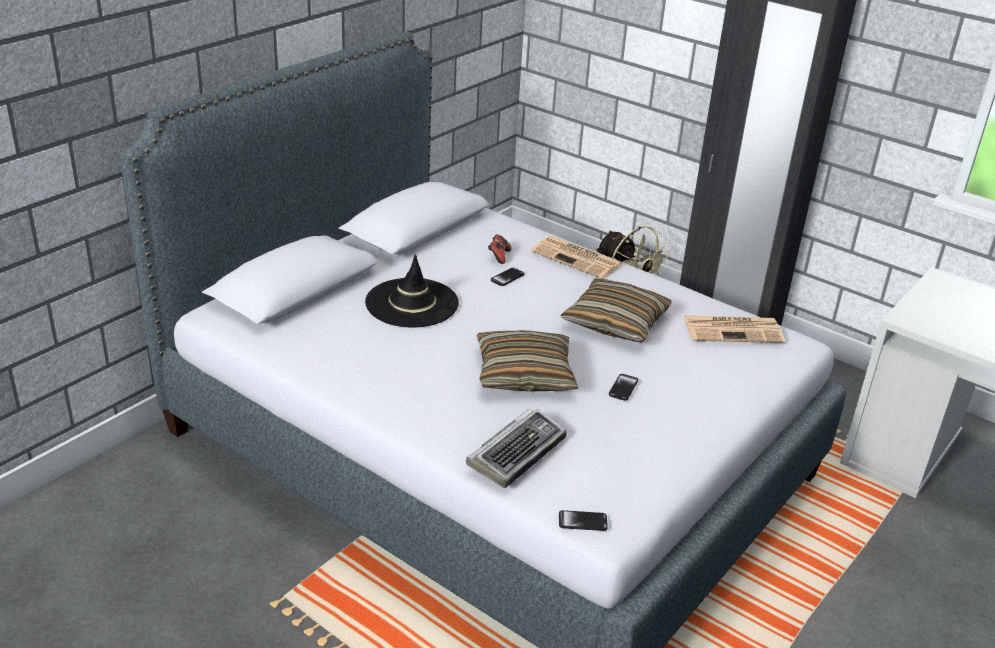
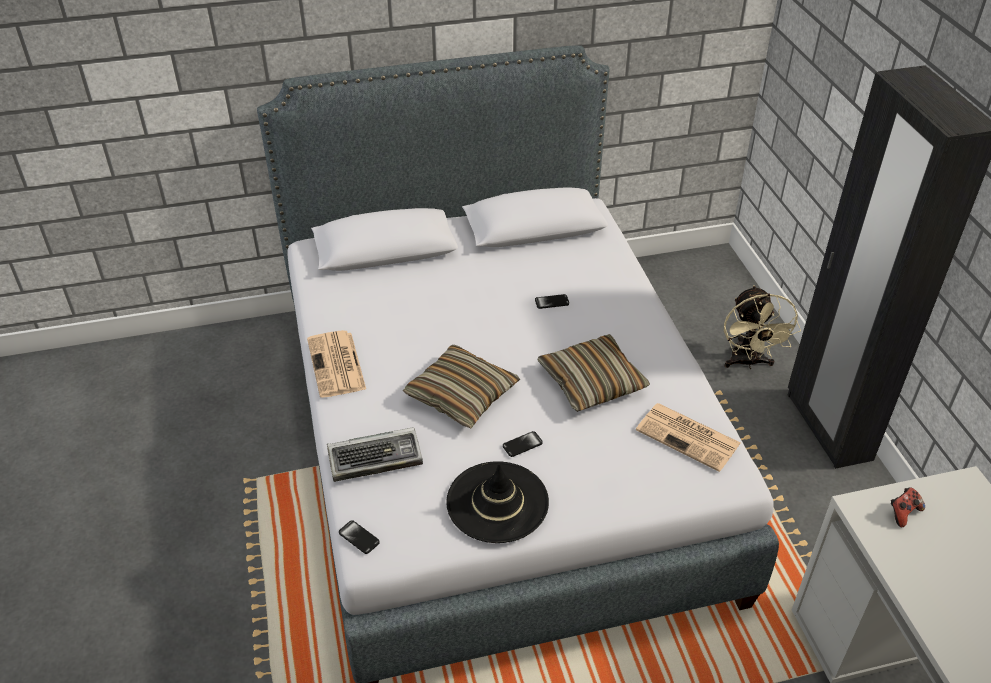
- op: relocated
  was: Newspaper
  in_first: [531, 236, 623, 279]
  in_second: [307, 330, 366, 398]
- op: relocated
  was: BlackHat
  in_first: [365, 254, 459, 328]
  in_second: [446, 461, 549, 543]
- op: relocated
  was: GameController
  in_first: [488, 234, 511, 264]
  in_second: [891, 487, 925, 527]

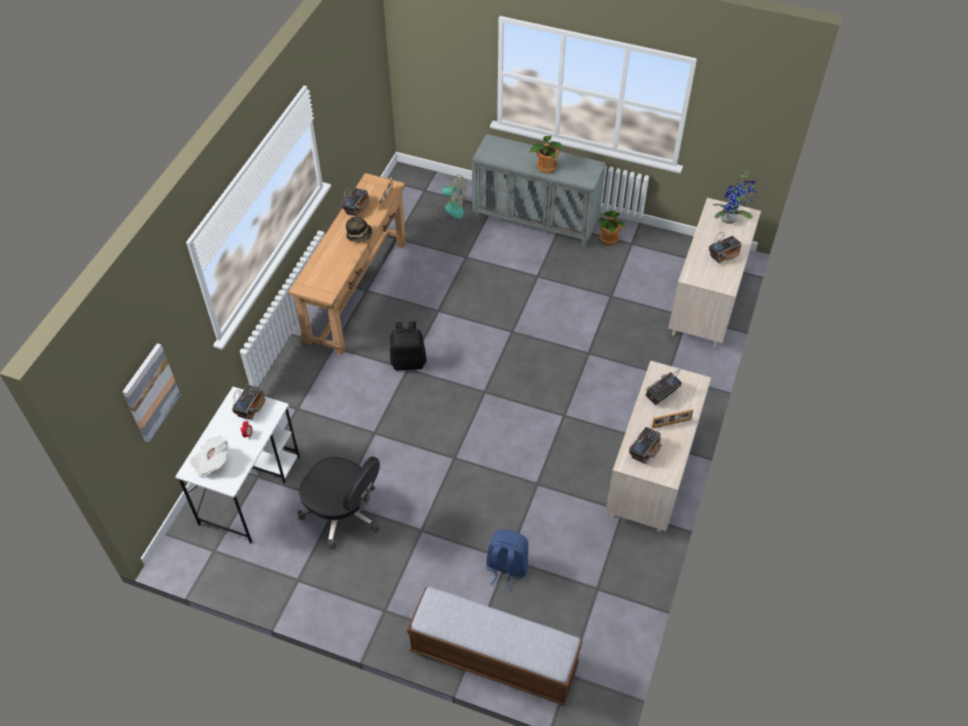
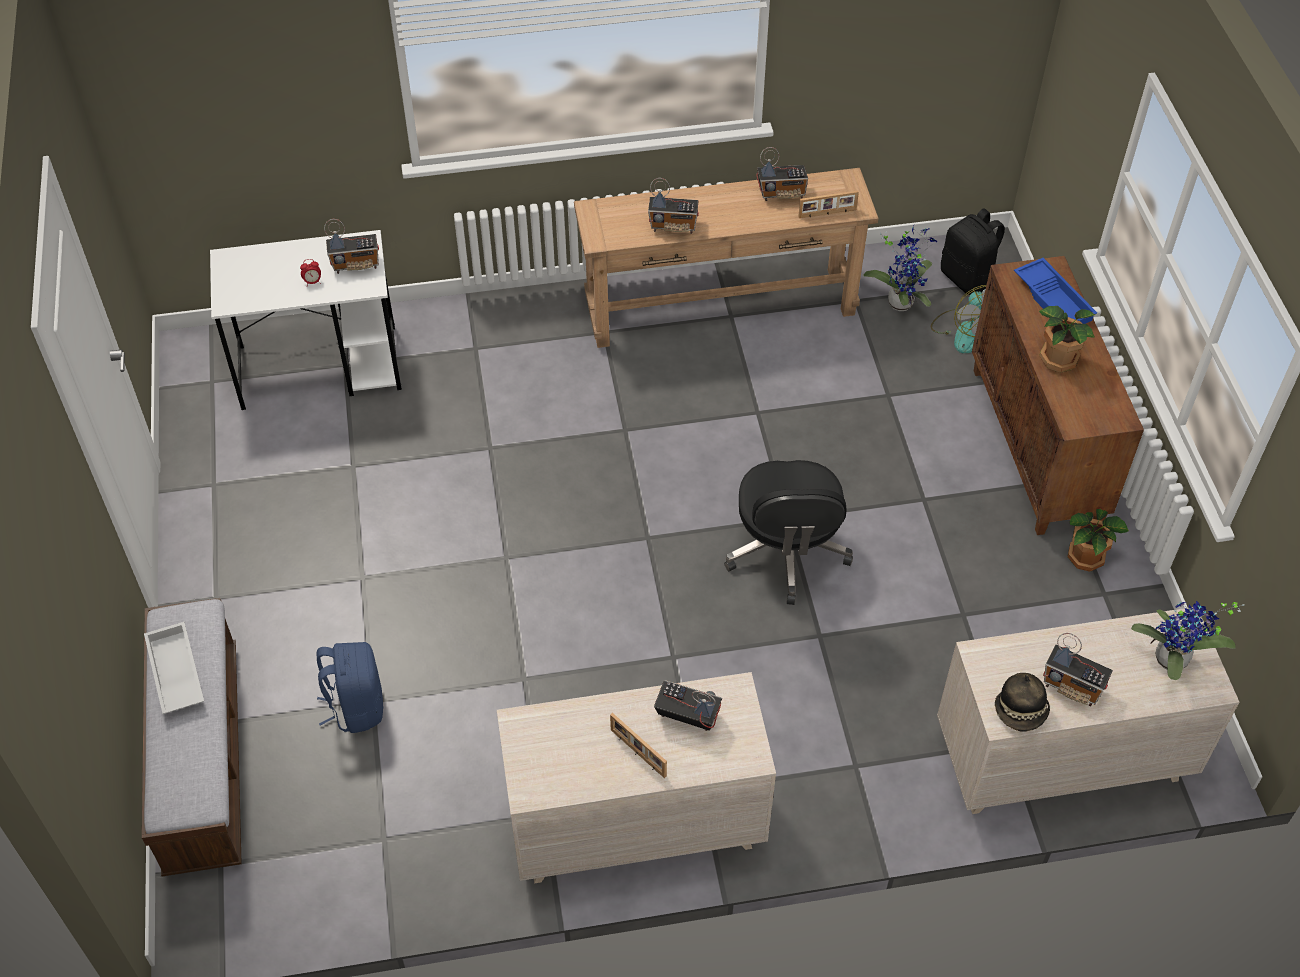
- op: appeared
  now: WhiteTray
  in_second: [144, 622, 204, 714]
- op: relocated
  was: Radio
  in_first: [629, 427, 662, 464]
  in_second: [648, 178, 699, 234]
- op: relocated
  was: BlackOfficeChair
  in_first: [297, 456, 380, 550]
  in_second: [724, 460, 853, 605]
- op: appeared
  now: PottedPlant
  in_second: [863, 224, 937, 311]
- op: relocated
  was: BlackBackpack
  in_first: [390, 321, 427, 370]
  in_second: [941, 208, 1005, 295]
- op: colour
  was: GreyCabinet
  now: BrownCabinet
  in_first: [472, 134, 606, 249]
  in_second: [972, 256, 1144, 535]
- op: relocated
  was: Hat
  in_first: [346, 217, 372, 242]
  in_second: [995, 673, 1050, 732]
- op: appeared
  now: BlueTray
  in_second: [1014, 258, 1097, 324]
- op: missing
  was: Picture
  in_first: [123, 343, 181, 442]
- op: missing
  was: Newspaper
  in_first: [190, 435, 230, 477]

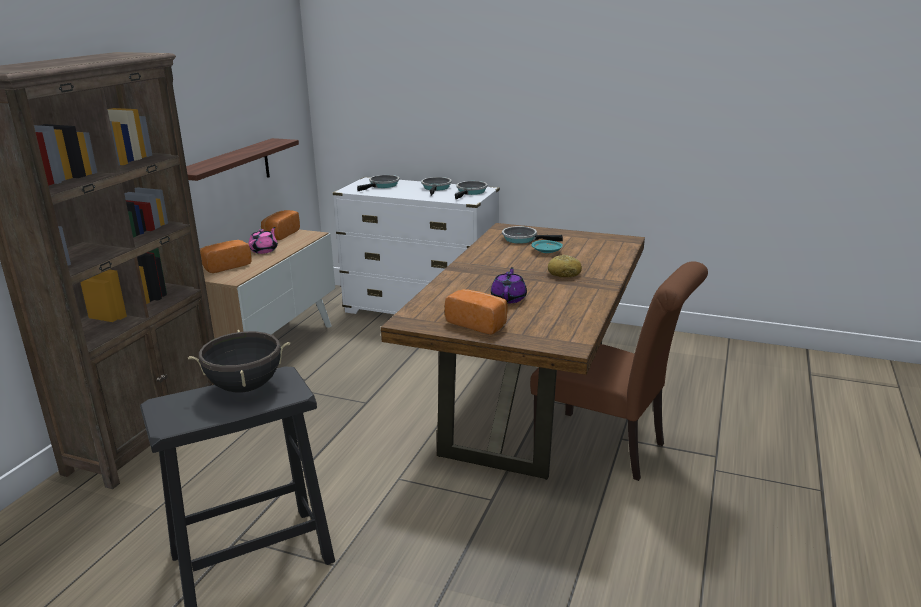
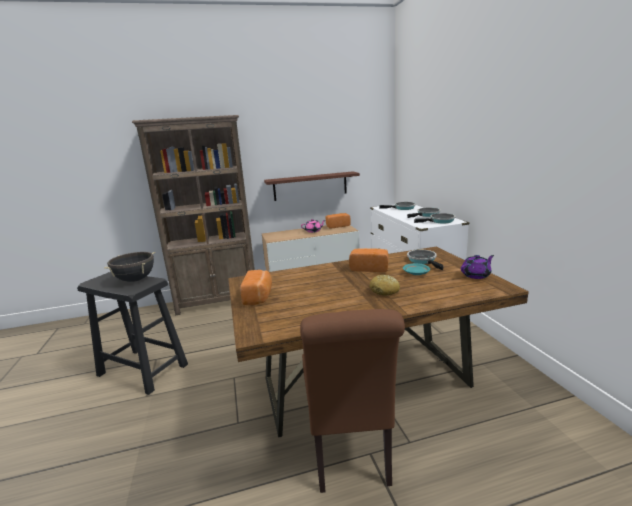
- op: relocated
  was: Bread
  in_first: [200, 240, 252, 273]
  in_second: [349, 248, 389, 272]
- op: relocated
  was: PurpleTeapot
  in_first: [491, 267, 527, 303]
  in_second: [461, 255, 494, 279]

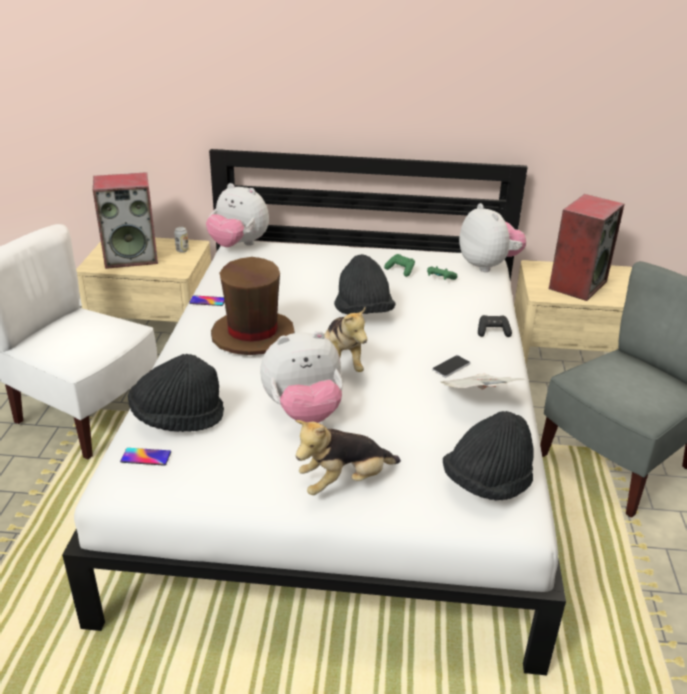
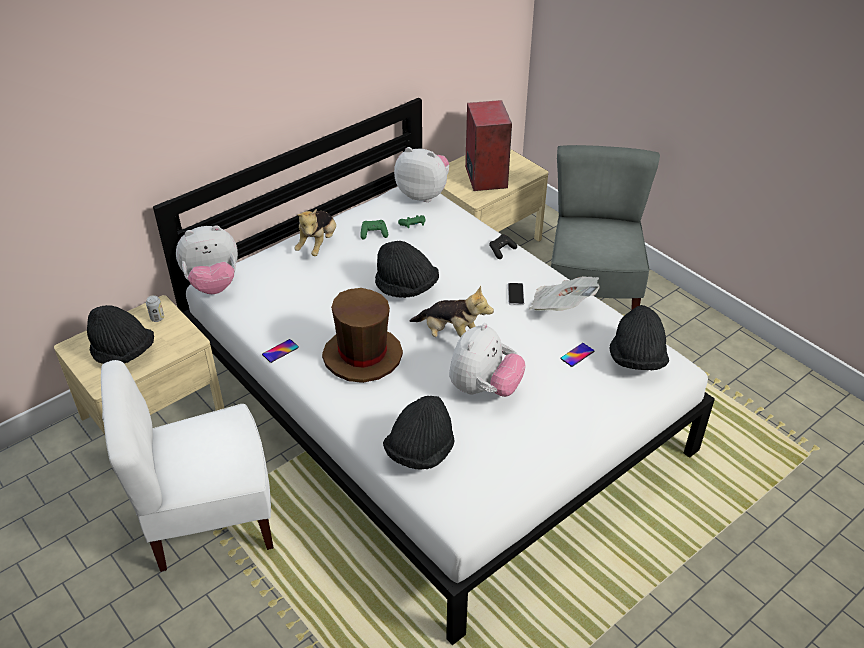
- op: exchanged
  was: Speaker
  now: BlackHat
  in_first: [93, 172, 158, 269]
  in_second: [87, 305, 154, 364]
- op: relocated
  was: PlushToy
  in_first: [296, 420, 401, 495]
  in_second: [294, 209, 336, 256]
- op: relocated
  was: Phone
  in_first: [120, 448, 171, 466]
  in_second: [560, 343, 594, 367]

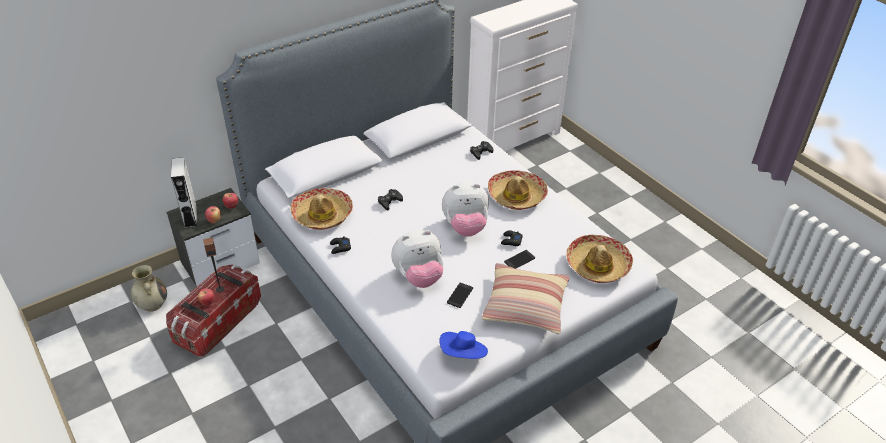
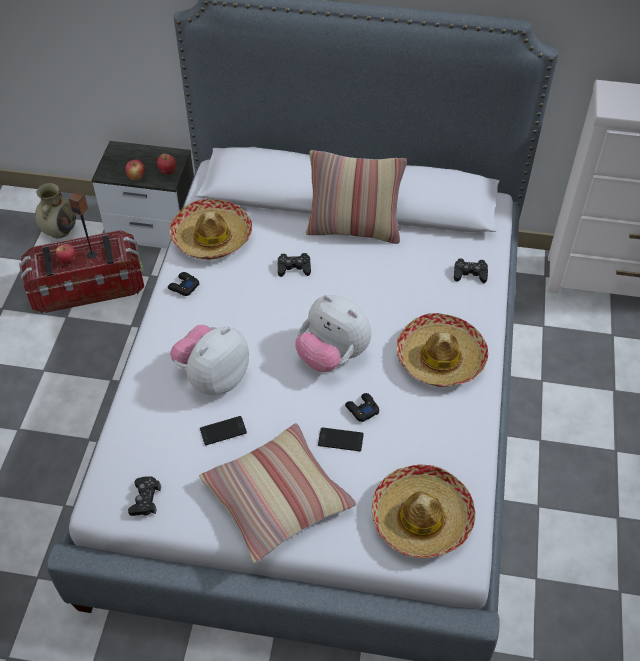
- op: exchanged
  was: BlueHat
  now: BlackGameController
  in_first: [439, 331, 488, 359]
  in_second: [128, 476, 161, 516]
- op: spun
  was: PlushToy
  in_first: [391, 230, 443, 288]
  in_second: [170, 325, 249, 395]
  clockwise: 105
- op: appeared
  now: Pillow
  in_second: [306, 150, 407, 244]
- op: missing
  was: GreySpeaker
  in_first: [171, 157, 197, 228]

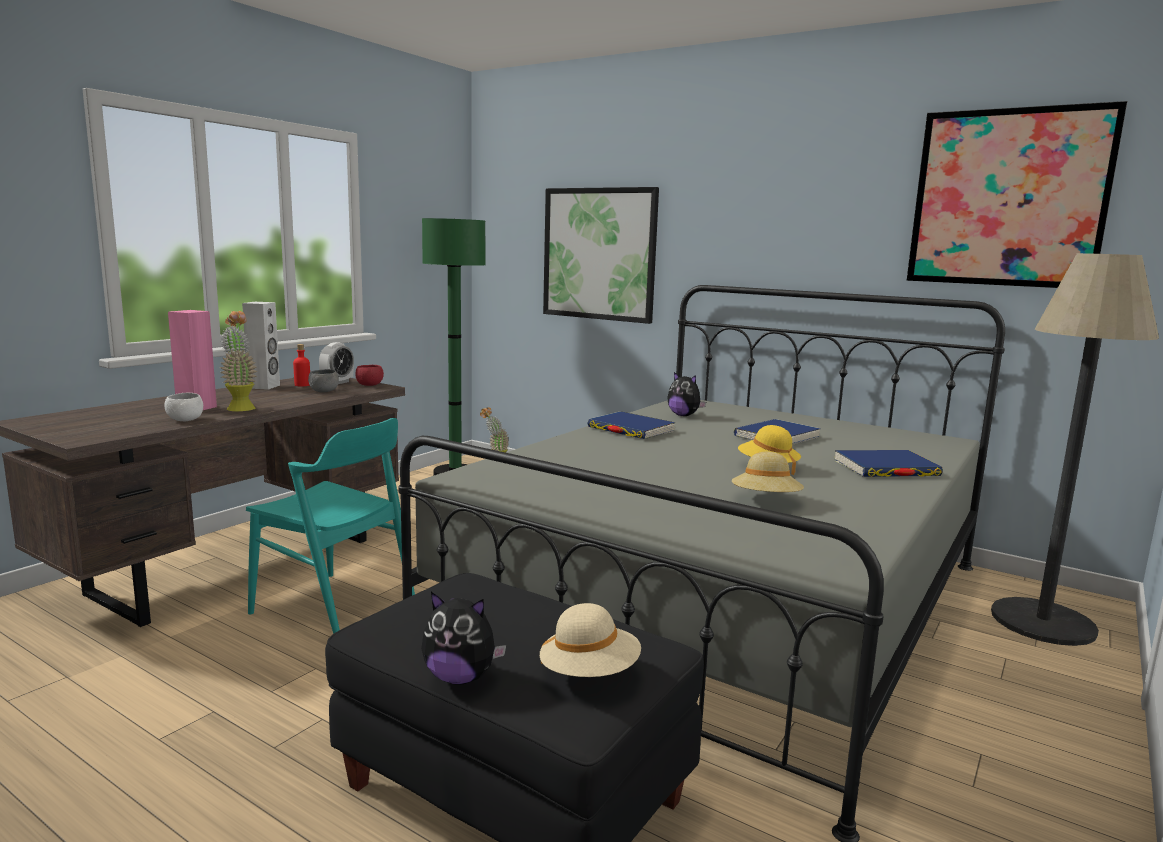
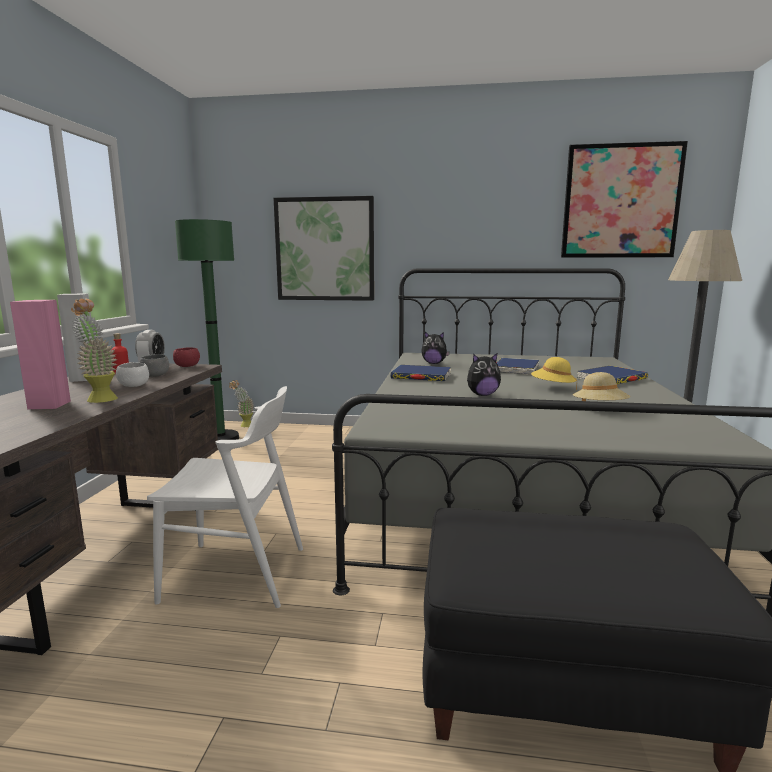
- op: relocated
  was: WhiteBowl
  in_first: [164, 393, 203, 421]
  in_second: [116, 362, 149, 387]
- op: colour
  was: TurquoiseChair
  now: WhiteChair
  in_first: [246, 418, 415, 634]
  in_second: [147, 386, 303, 608]
- op: relocated
  was: PlushToy
  in_first: [421, 592, 506, 685]
  in_second: [467, 353, 501, 396]
- op: missing
  was: BeigeHat
  in_first: [540, 603, 641, 677]

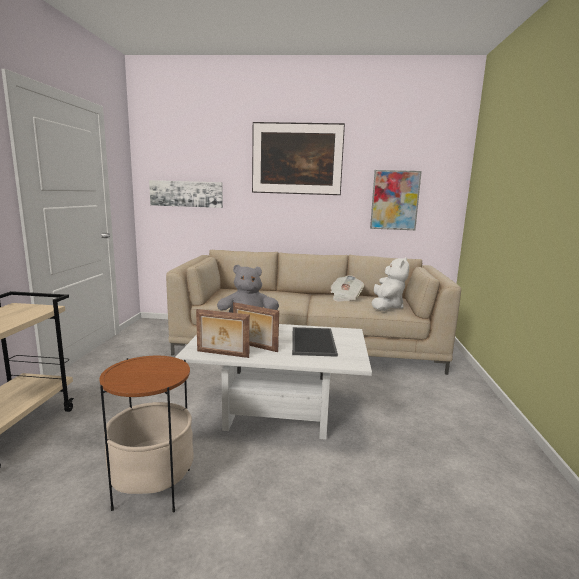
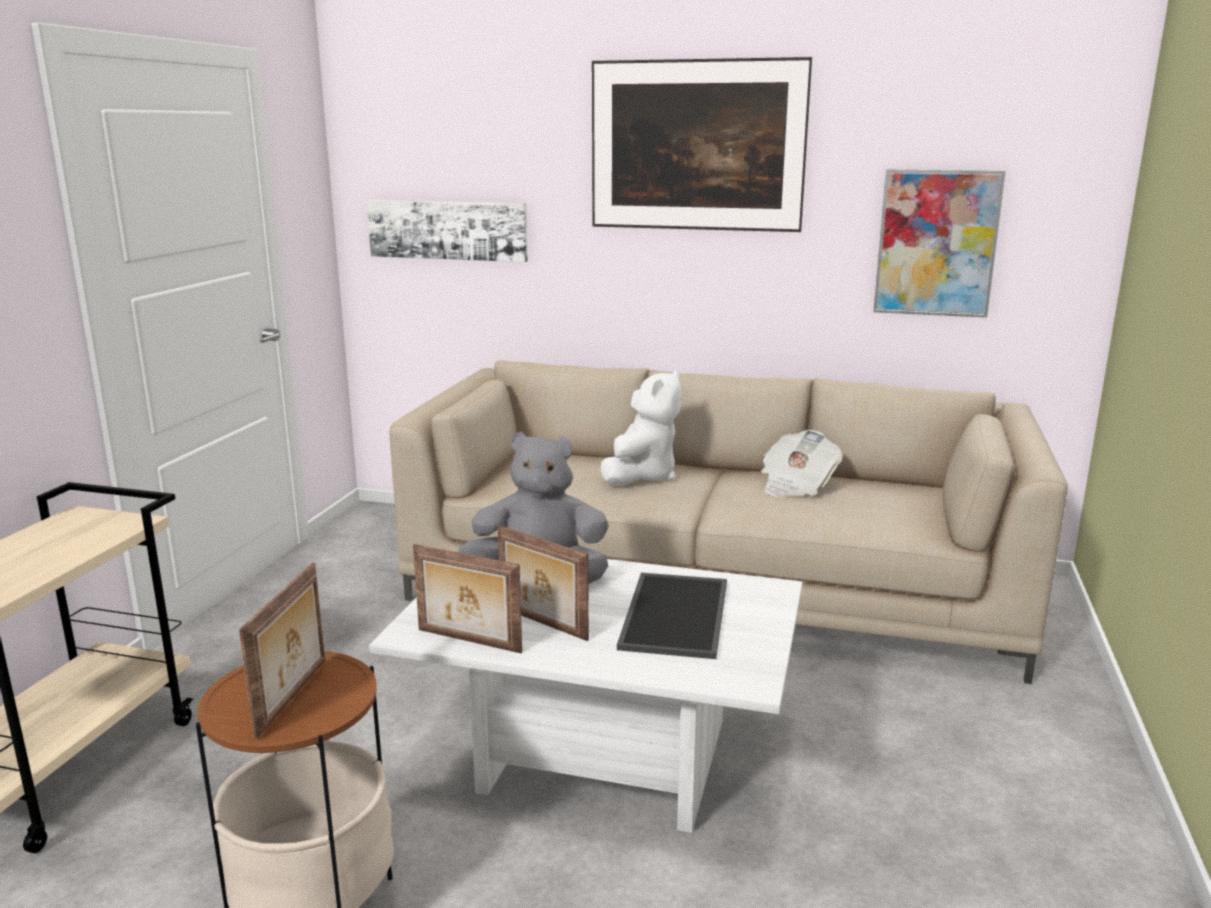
- op: appeared
  now: PictureFrame
  in_second: [239, 563, 325, 739]
- op: relocated
  was: WhitePlushToy
  in_first: [372, 257, 409, 311]
  in_second: [600, 370, 681, 486]

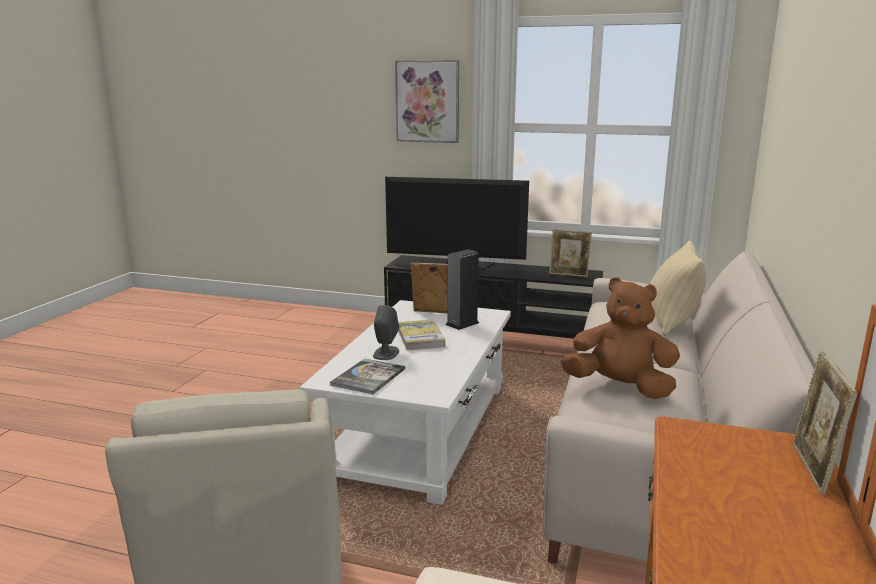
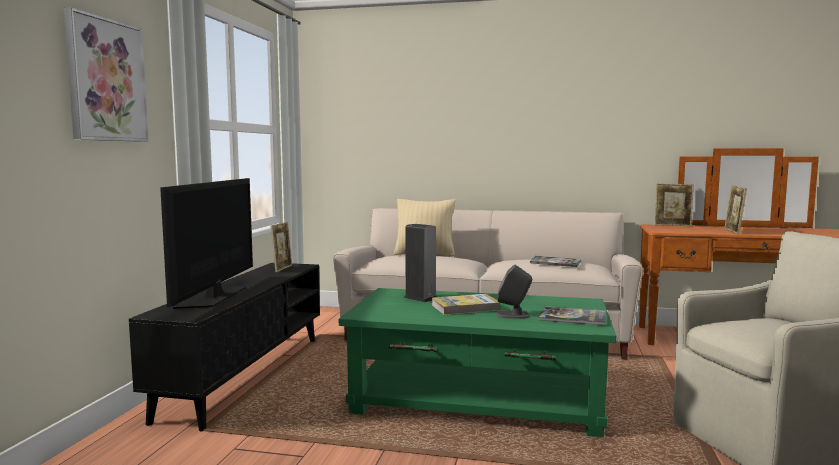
- op: colour
  was: WhiteCoffeeTable
  now: GreenCoffeeTable
  in_first: [300, 300, 511, 505]
  in_second: [339, 288, 616, 437]
- op: exchanged
  was: BrownPlushToy
  now: Book
  in_first: [560, 277, 680, 399]
  in_second: [530, 256, 581, 267]
- op: relocated
  was: PictureFrame
  in_first: [411, 263, 448, 313]
  in_second: [724, 185, 747, 234]

